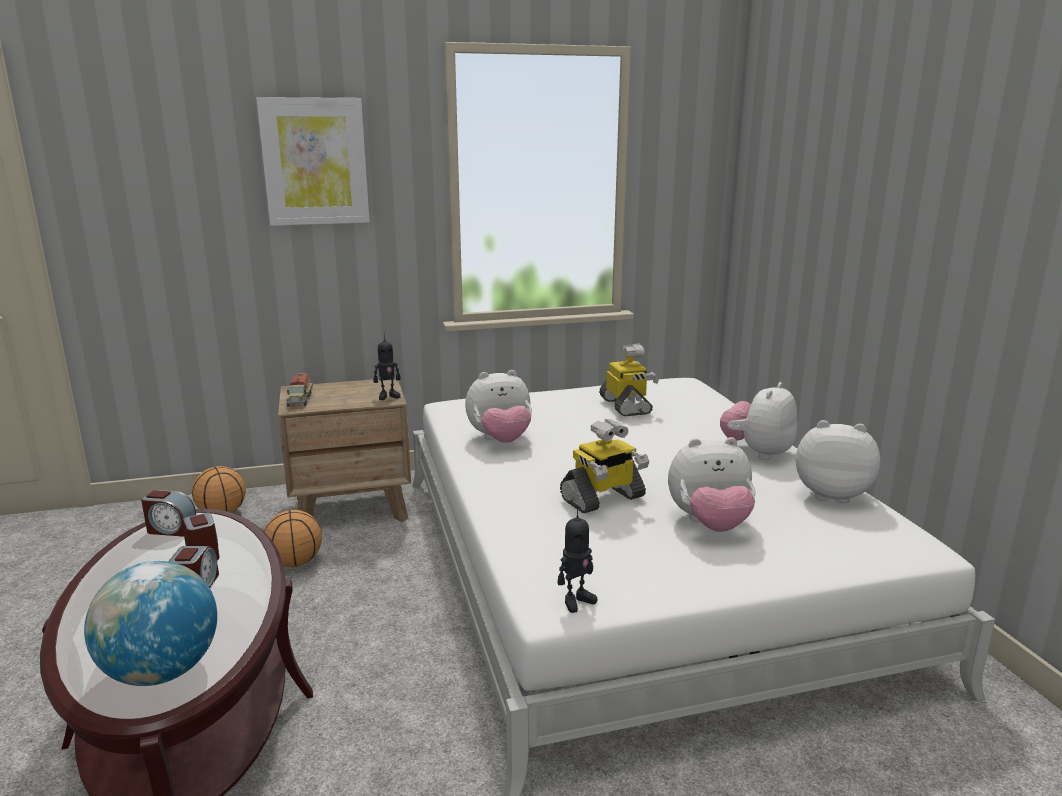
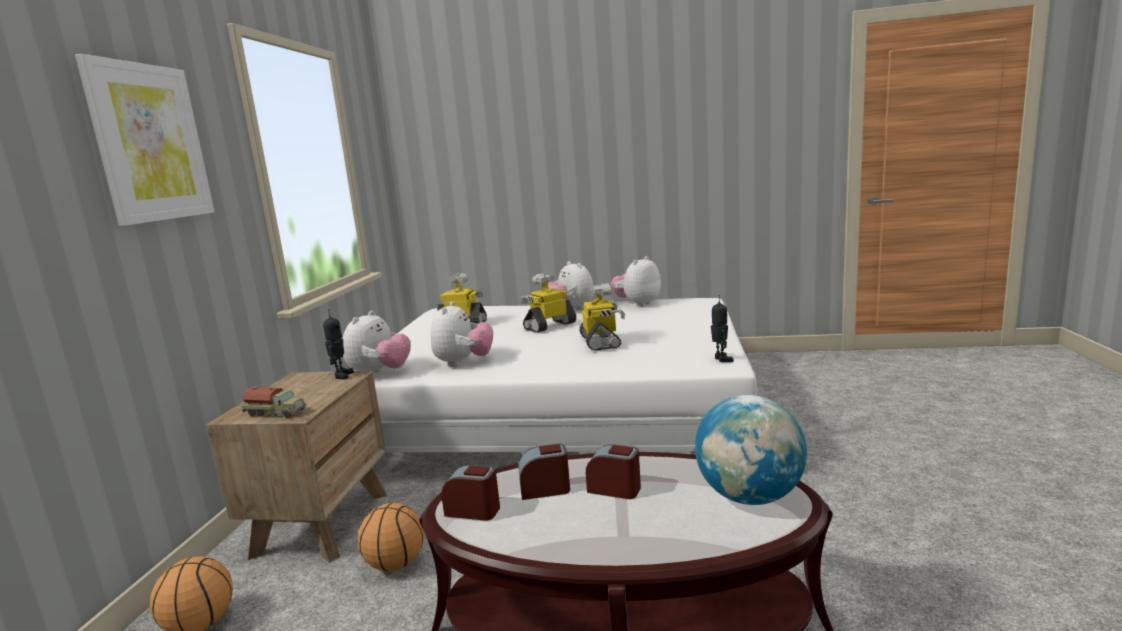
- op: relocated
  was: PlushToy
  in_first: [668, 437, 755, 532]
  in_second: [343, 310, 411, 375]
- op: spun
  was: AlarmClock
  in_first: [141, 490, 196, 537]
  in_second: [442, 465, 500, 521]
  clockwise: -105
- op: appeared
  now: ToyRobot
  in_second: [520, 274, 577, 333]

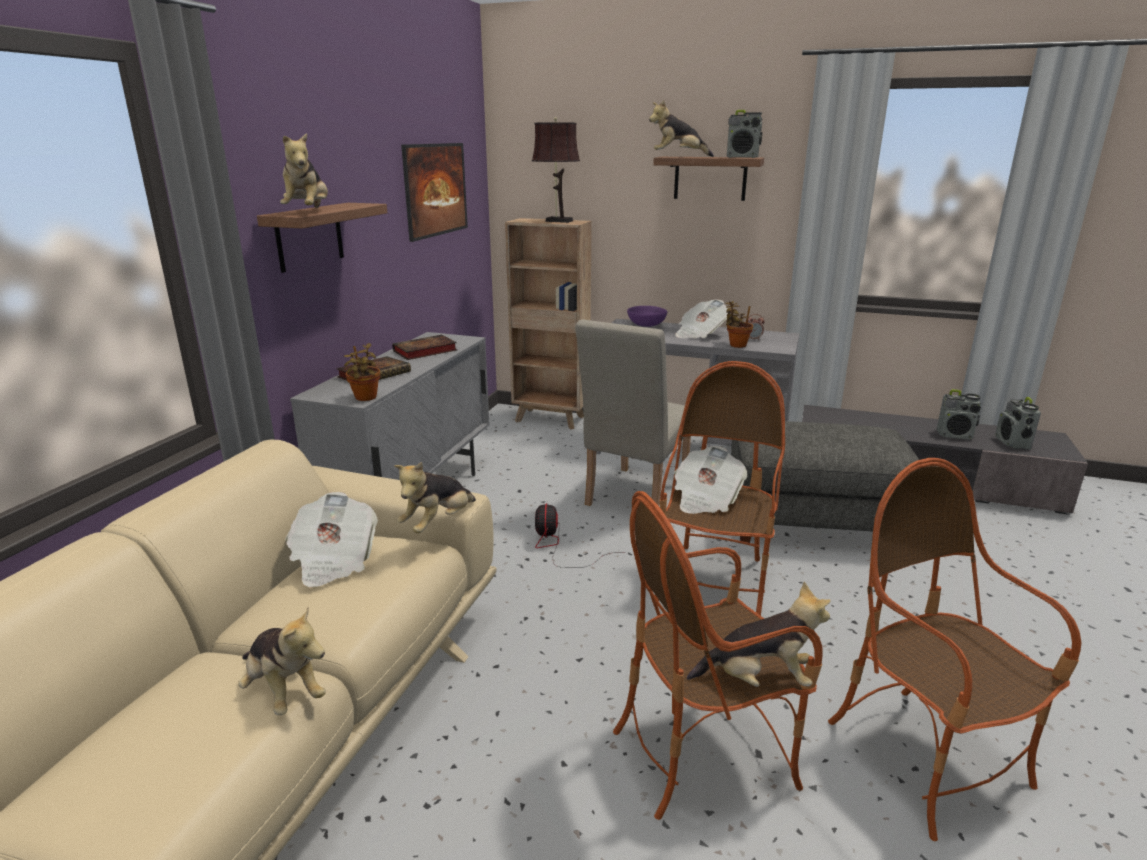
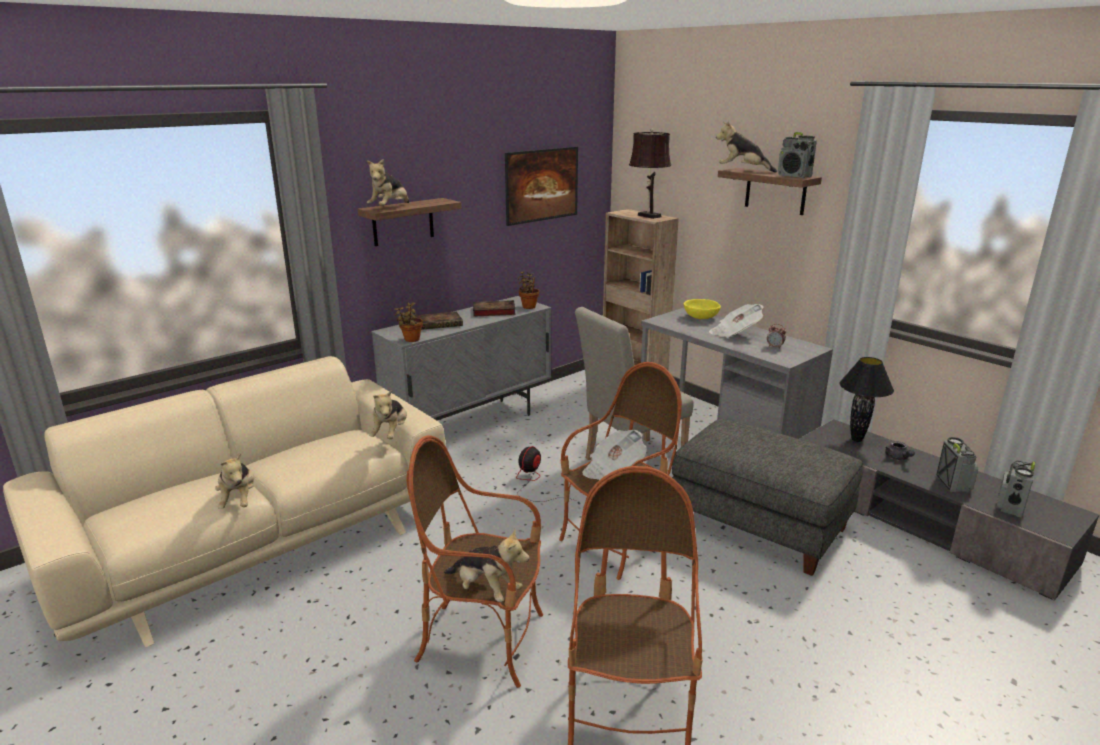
- op: spun
  was: PlushToy
  in_first: [394, 462, 476, 533]
  in_second: [369, 390, 407, 439]
  clockwise: -60
- op: relocated
  was: PottedPlant
  in_first: [725, 301, 753, 348]
  in_second: [518, 271, 540, 309]
- op: colour
  was: PurpleBowl
  now: YellowBowl
  in_first: [627, 306, 667, 327]
  in_second: [684, 299, 721, 319]
- op: appeared
  now: BlackTableLamp
  in_second: [840, 357, 894, 442]
- op: appeared
  now: GreyTeapot
  in_second: [885, 441, 915, 460]
- op: spun
  was: Radio
  in_first: [937, 389, 981, 440]
  in_second: [936, 437, 978, 492]
  clockwise: -135
- op: missing
  was: Newspaper
  in_first: [285, 492, 378, 587]

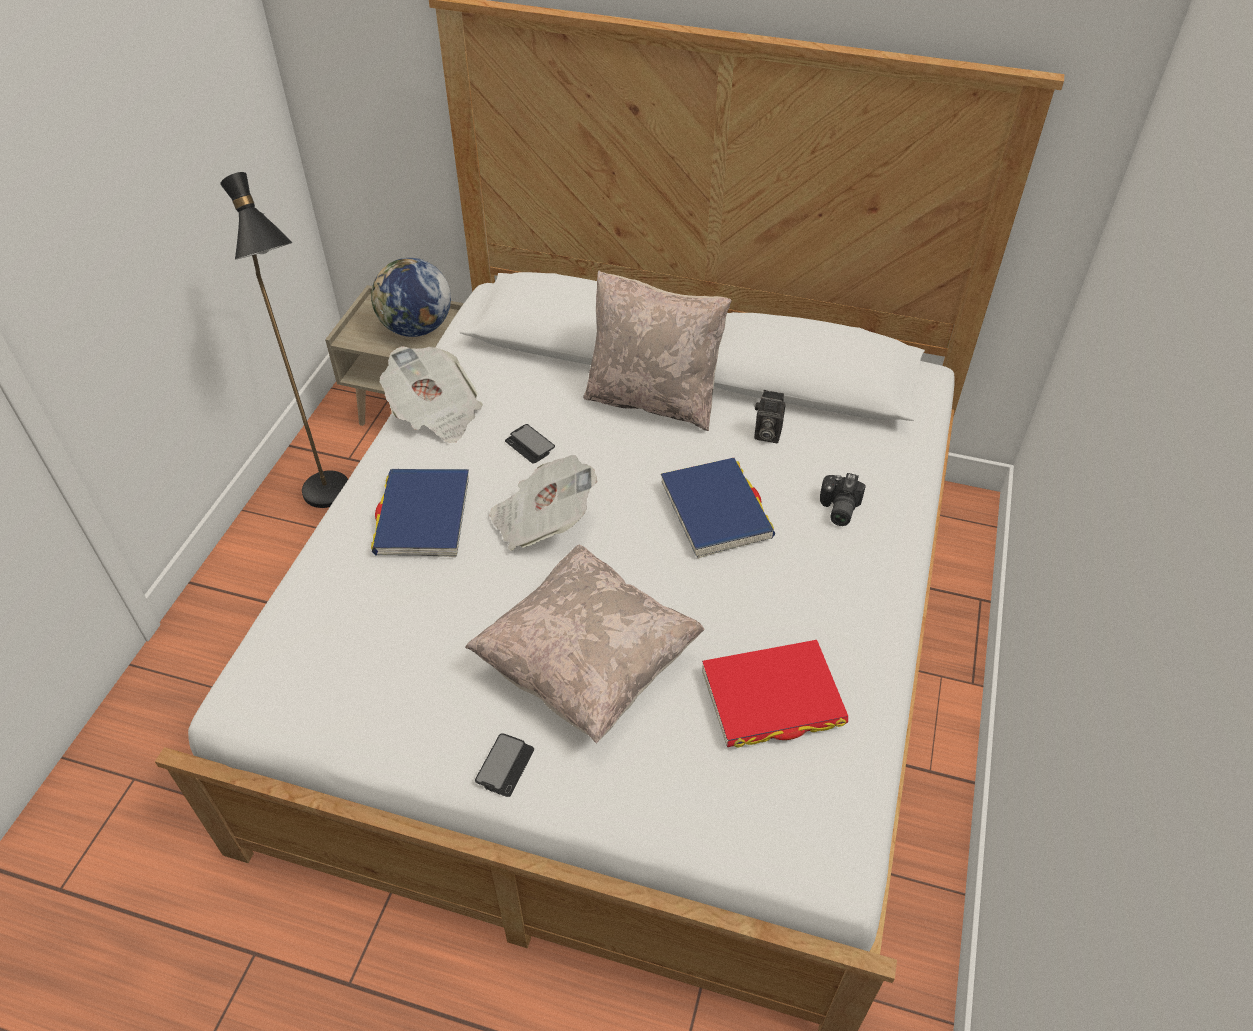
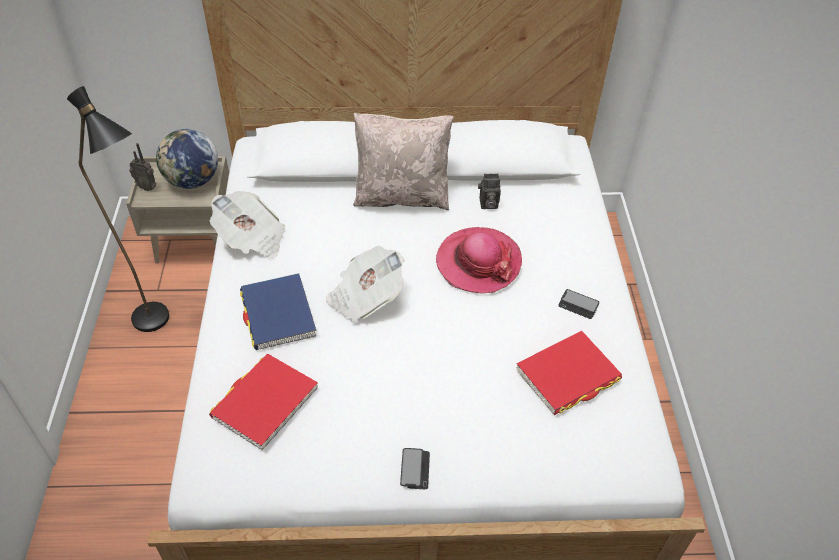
- op: appeared
  now: Radio
  in_second: [129, 143, 156, 191]
- op: appeared
  now: RedBook
  in_second: [209, 354, 318, 450]
- op: exchanged
  was: BlueBook
  now: Hat
  in_first: [661, 458, 775, 558]
  in_second: [436, 227, 522, 294]
- op: relocated
  was: Phone
  in_first: [505, 424, 555, 463]
  in_second: [558, 289, 599, 319]
- op: missing
  was: BeigePillow
  in_first: [465, 545, 705, 744]
- op: missing
  was: PhotoCamera
  in_first: [820, 473, 866, 526]

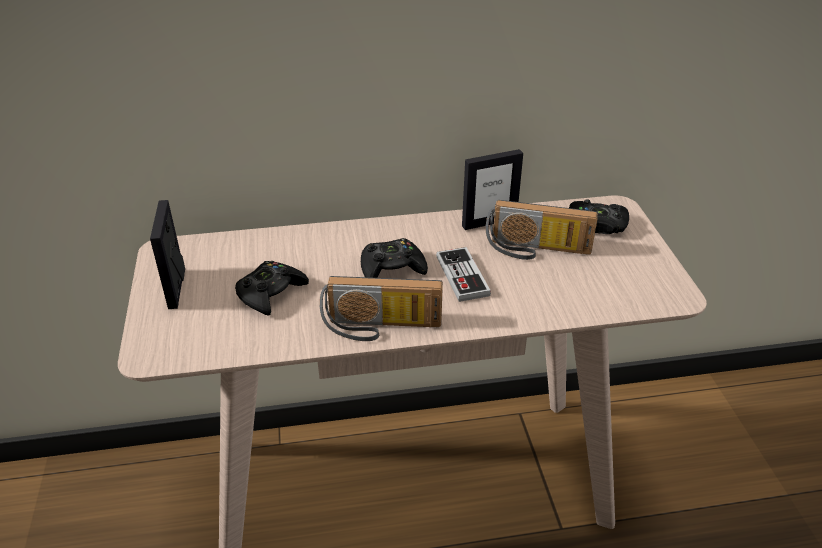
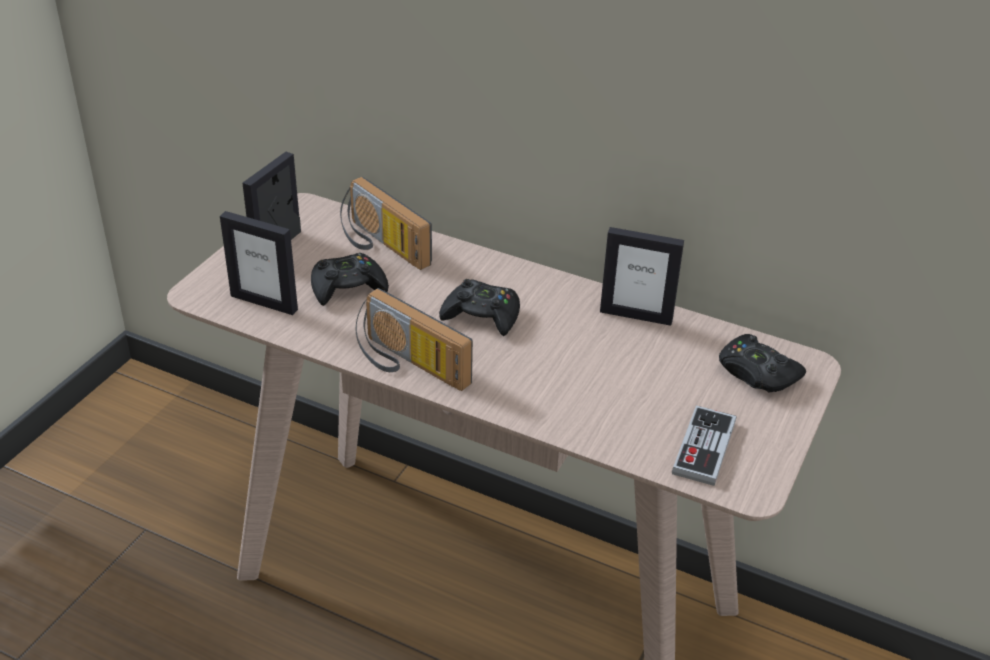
- op: appeared
  now: PictureFrame
  in_second: [220, 211, 298, 315]
- op: relocated
  was: Radio
  in_first: [486, 200, 598, 260]
  in_second: [340, 177, 432, 270]
- op: relocated
  was: GameController
  in_first: [436, 247, 491, 302]
  in_second: [672, 405, 736, 486]

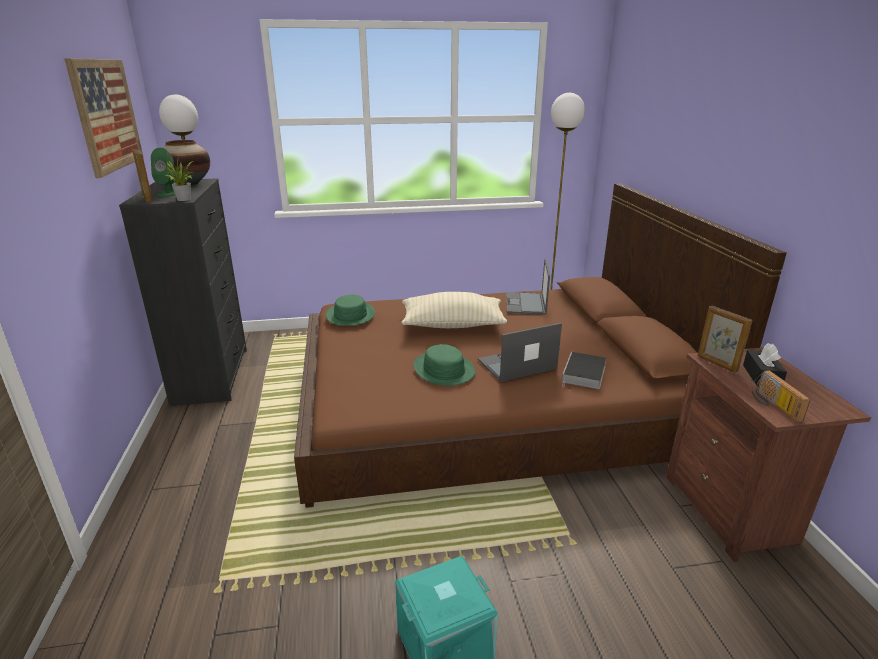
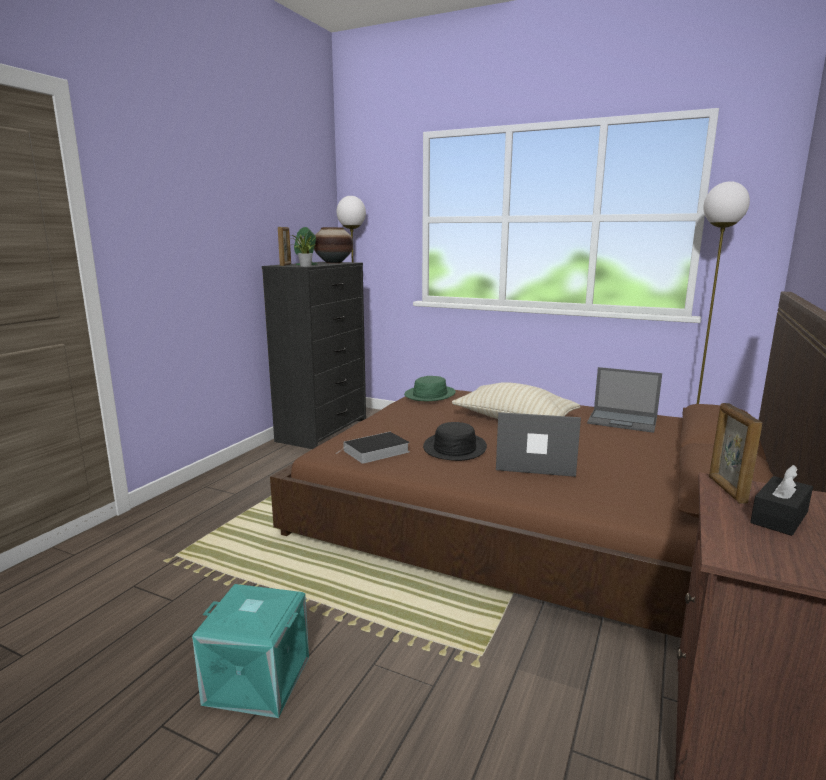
- op: relocated
  was: Book
  in_first: [562, 352, 607, 389]
  in_second: [337, 432, 410, 464]
- op: colour
  was: GreenHat
  now: BlackHat
  in_first: [413, 344, 475, 386]
  in_second: [423, 422, 487, 461]
- op: spun
  was: Laptop
  in_first: [506, 258, 550, 315]
  in_second: [587, 367, 662, 433]
  clockwise: -105
- op: missing
  was: Picture
  in_first: [64, 58, 143, 178]
- op: missing
  was: Radio
  in_first: [752, 370, 810, 422]

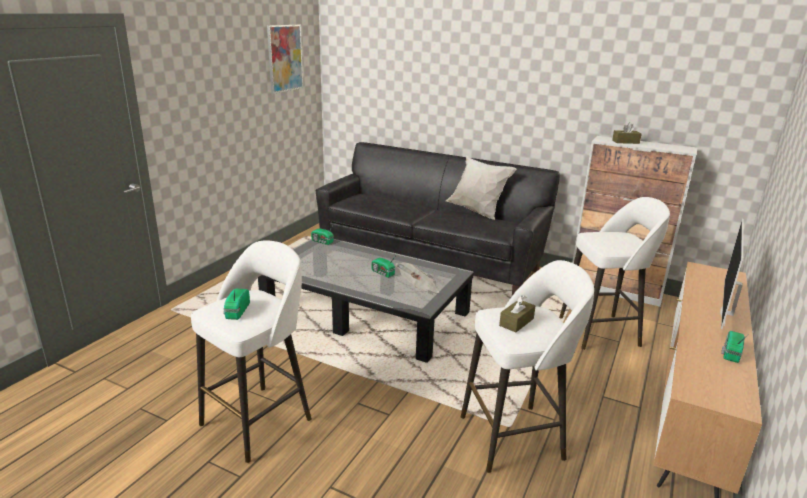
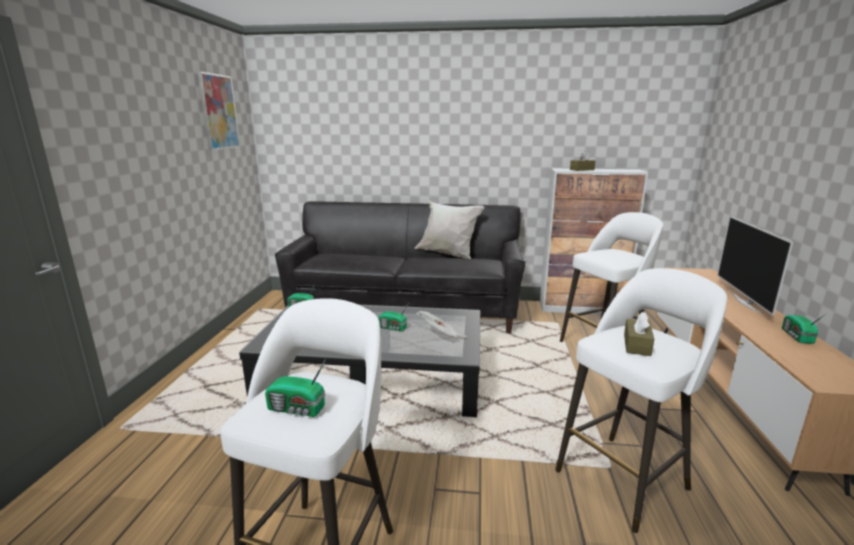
- op: spun
  was: Radio
  in_first: [223, 288, 250, 320]
  in_second: [265, 359, 326, 417]
  clockwise: -60

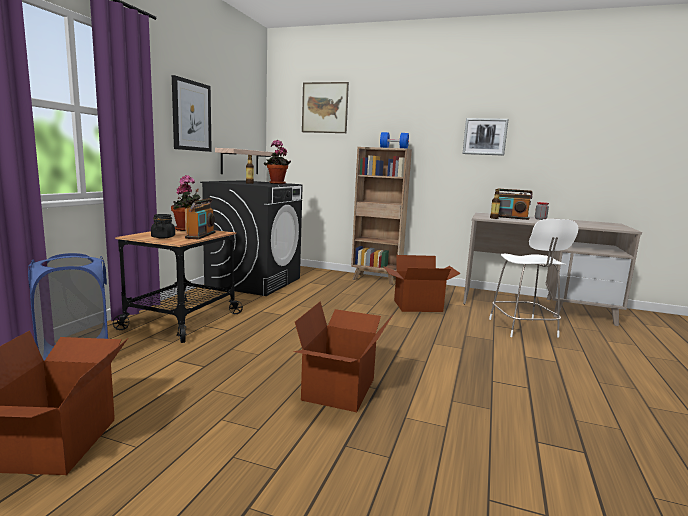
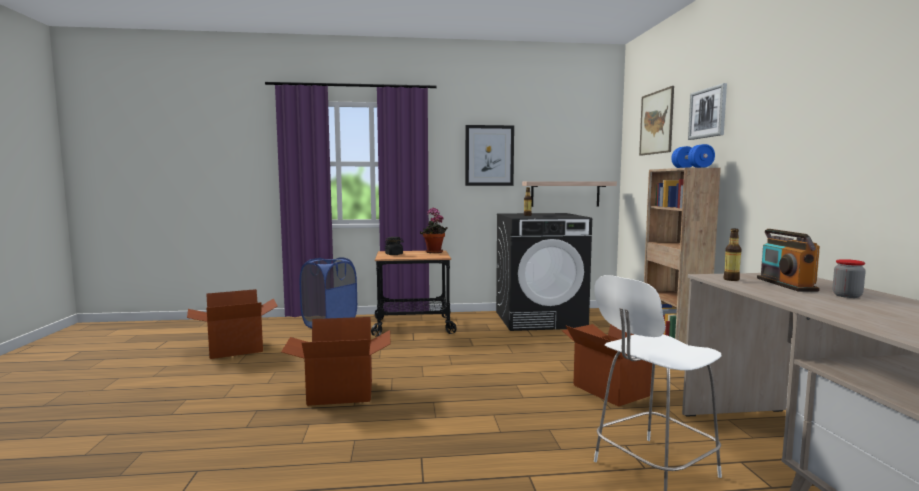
- op: relocated
  was: Picture
  in_first: [463, 118, 509, 156]
  in_second: [688, 83, 727, 140]
- op: missing
  was: Radio
  in_first: [185, 198, 216, 239]
- op: missing
  was: PottedPlant
  in_first: [264, 140, 291, 184]

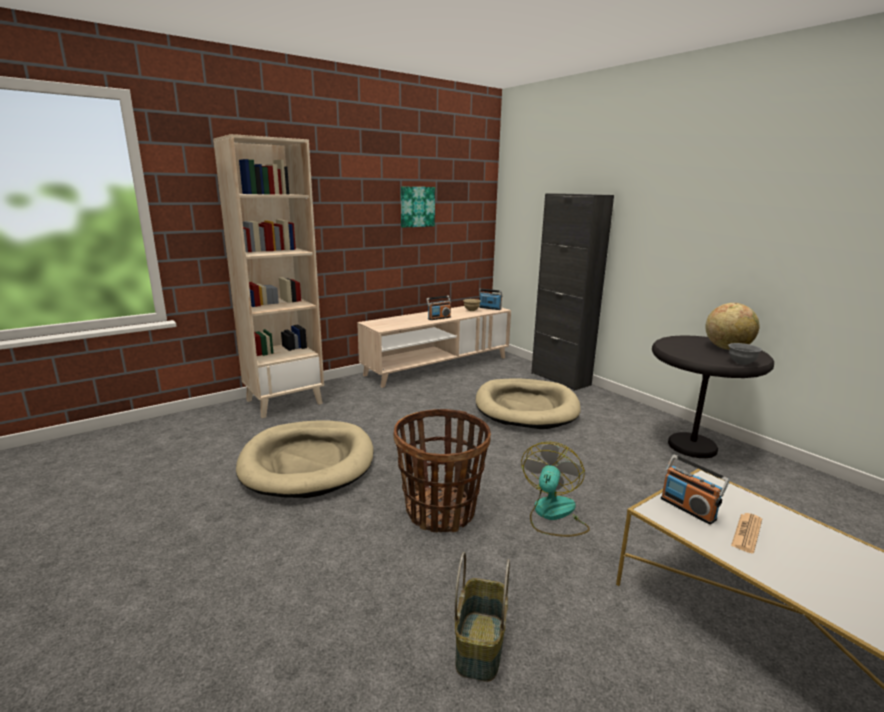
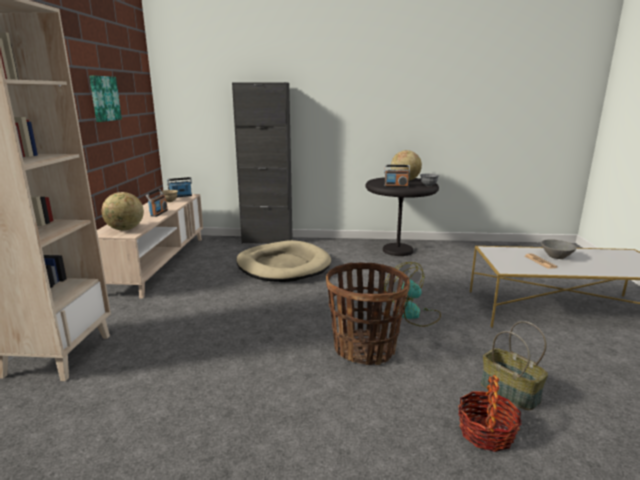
- op: appeared
  now: Globe
  in_second: [102, 192, 144, 230]
- op: relocated
  was: Radio
  in_first: [661, 454, 730, 525]
  in_second: [384, 165, 410, 187]
- op: appeared
  now: Basket
  in_second: [458, 375, 522, 452]
- op: appeared
  now: GreyBowl
  in_second: [541, 239, 577, 259]
- op: missing
  was: BeigeDogBed
  in_first: [236, 421, 374, 498]

